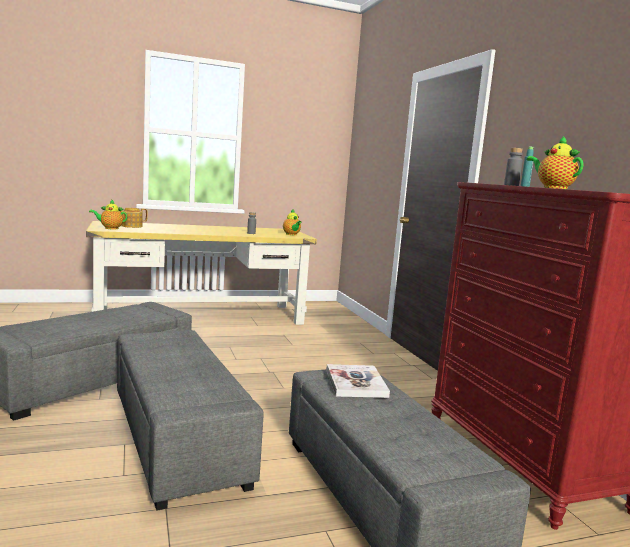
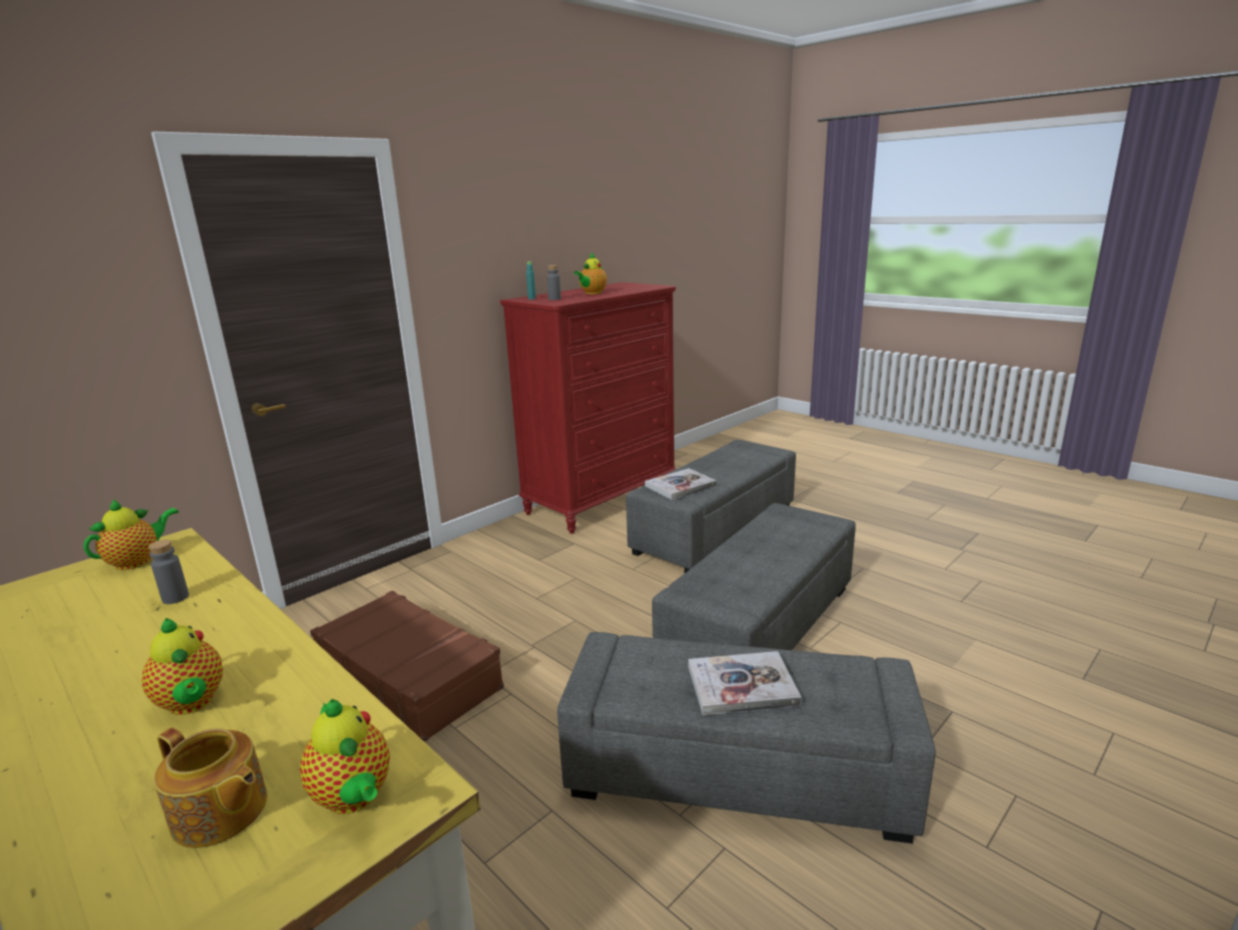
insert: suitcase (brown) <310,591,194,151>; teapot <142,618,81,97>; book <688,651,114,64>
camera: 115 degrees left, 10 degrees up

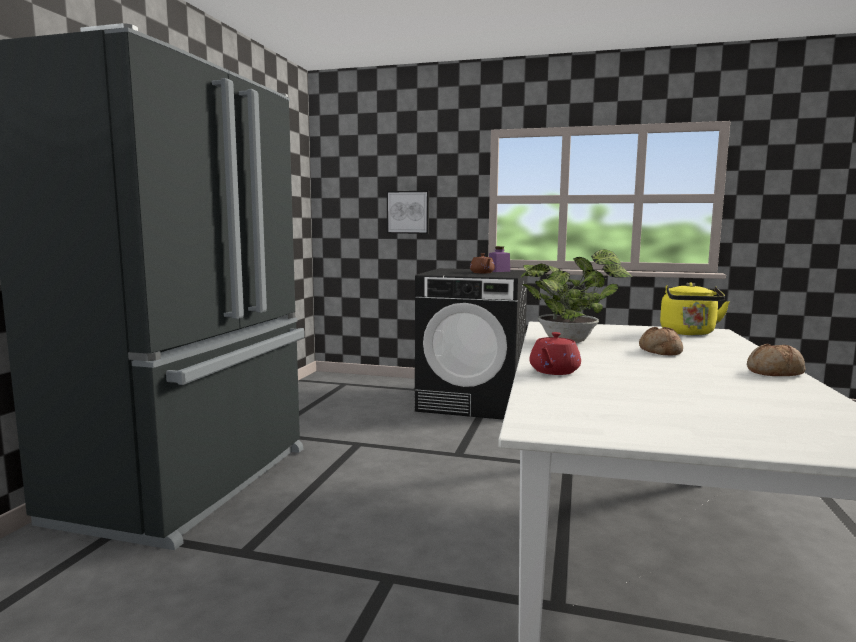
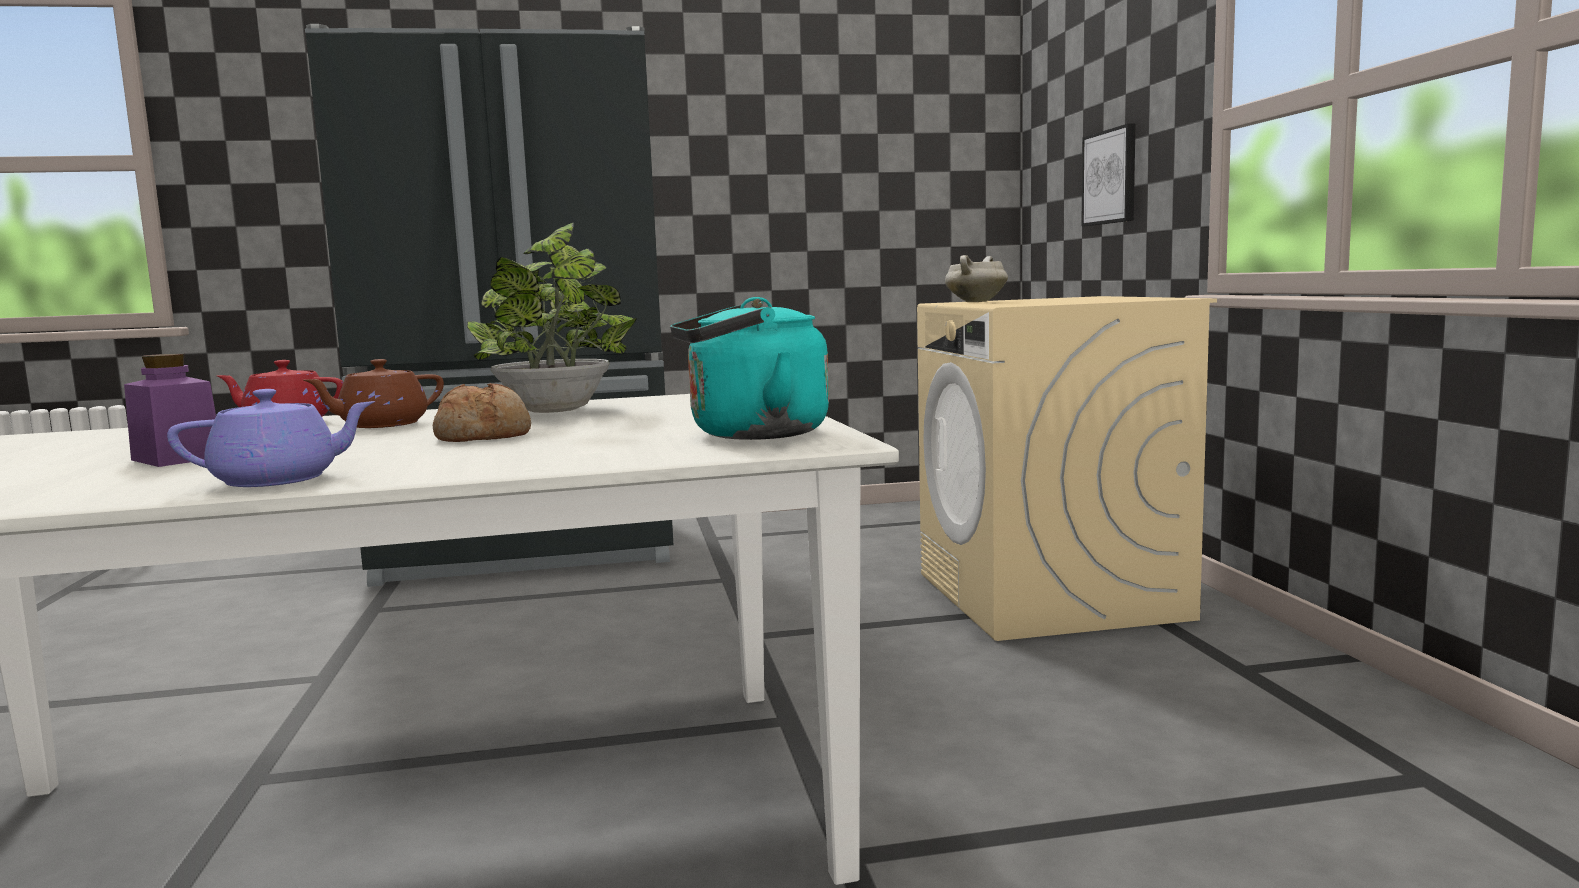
insert: cooking pot (white) <945,255,63,47>
move: jar (purple) <489,246,21,26> to <124,353,92,114>; teapot (brown) <470,253,25,20> to <303,359,141,69>
replace: bread <747,344,58,32> to teapot (purple) <167,389,209,98>
recolor: washing machine (black) <415,268,113,152> to washing machine (beige) <917,296,300,345>; kettle (yellow) <660,282,70,53> to kettle (turquoise) <670,297,159,143>
camera: 65 degrees right, 0 degrees up

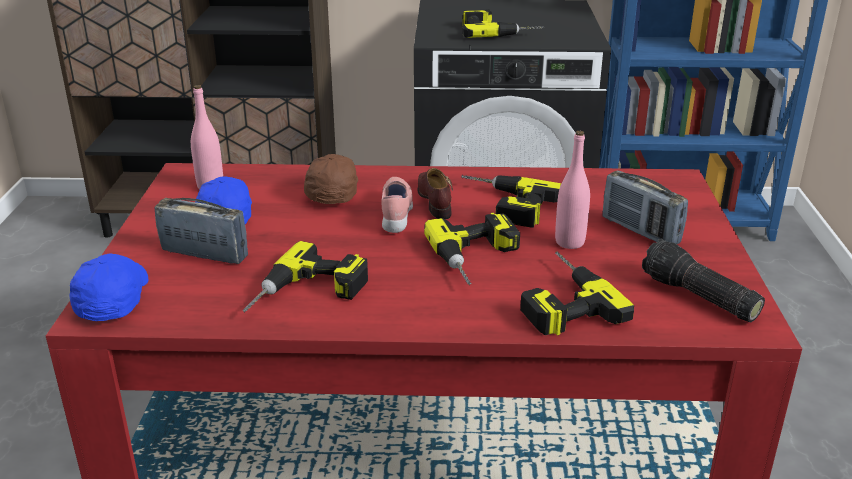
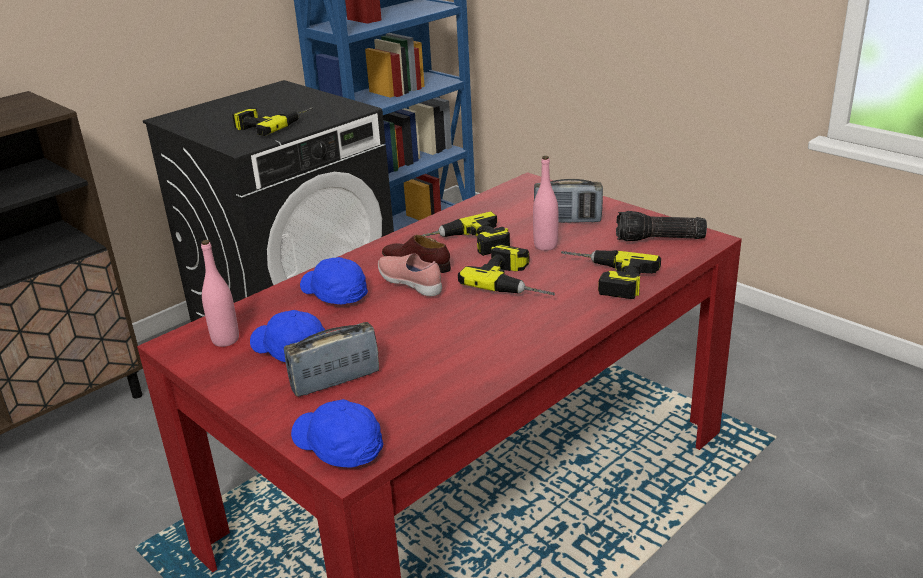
delete: power drill <243,241,125,71>
recolor: cap (brown) <304,154,54,50> to cap (blue) <300,257,68,47>
camera: 45 degrees left, 0 degrees up

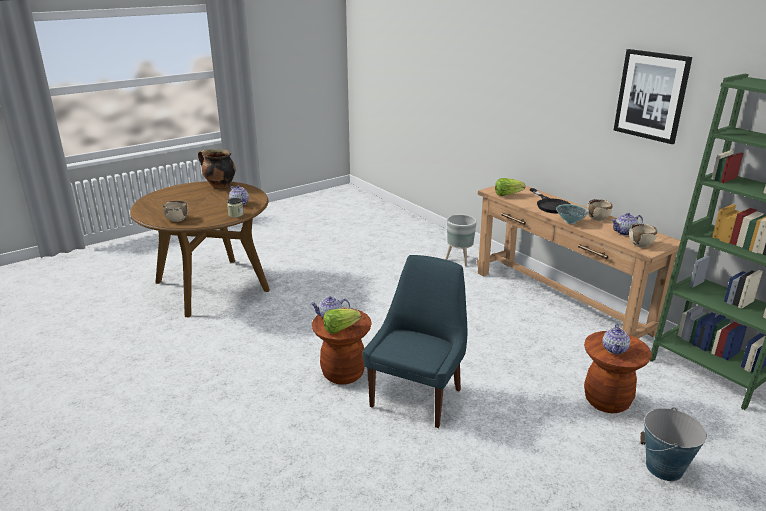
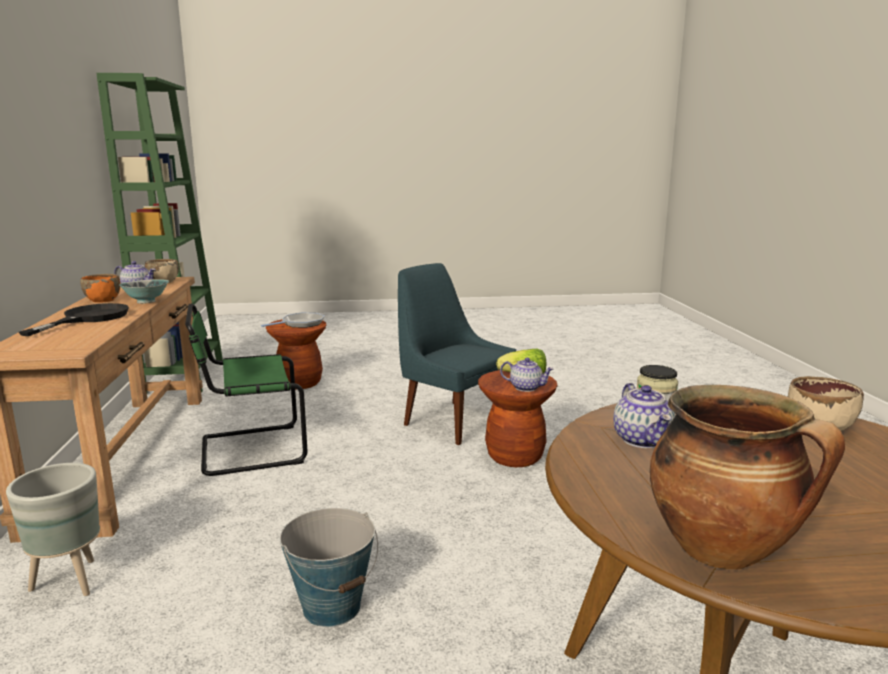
delete: picture <614,49,78,95>; lettuce <495,178,30,18>
insert: chair (green) <185,303,122,173>
move: bucket <640,407,67,74> to <280,508,98,119>
replace: teapot <603,324,27,30> to frying pan <261,313,64,15>
recolor: bowl (beige) <587,199,25,22> to bowl (orange) <80,274,40,29>
rotate: chair (blue) <363,255,104,173> = <398,263,118,182> 75 degrees clockwise
camera: 150 degrees left, 10 degrees down

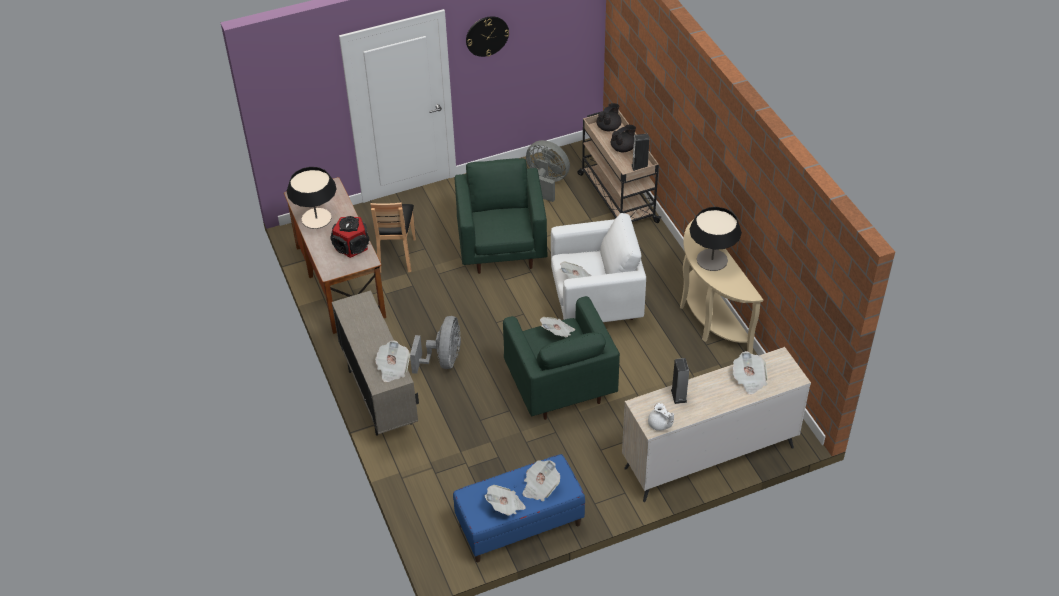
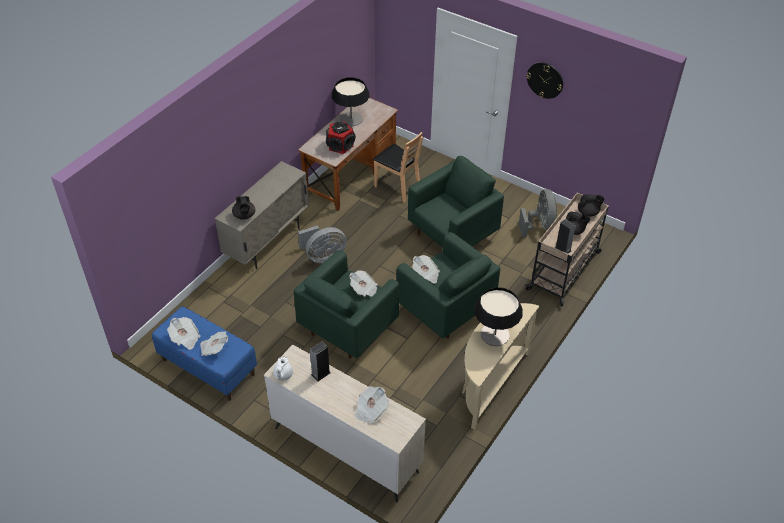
replace: newspaper <375,341,35,41> to teapot (black) <232,196,23,24>
recolor: armchair (white) <551,213,95,109> to armchair (green) <396,232,104,107>
rotate: chair (brown) <371,202,45,71> = <373,132,50,70> 105 degrees counterclockwise
camera: 55 degrees right, 0 degrees up

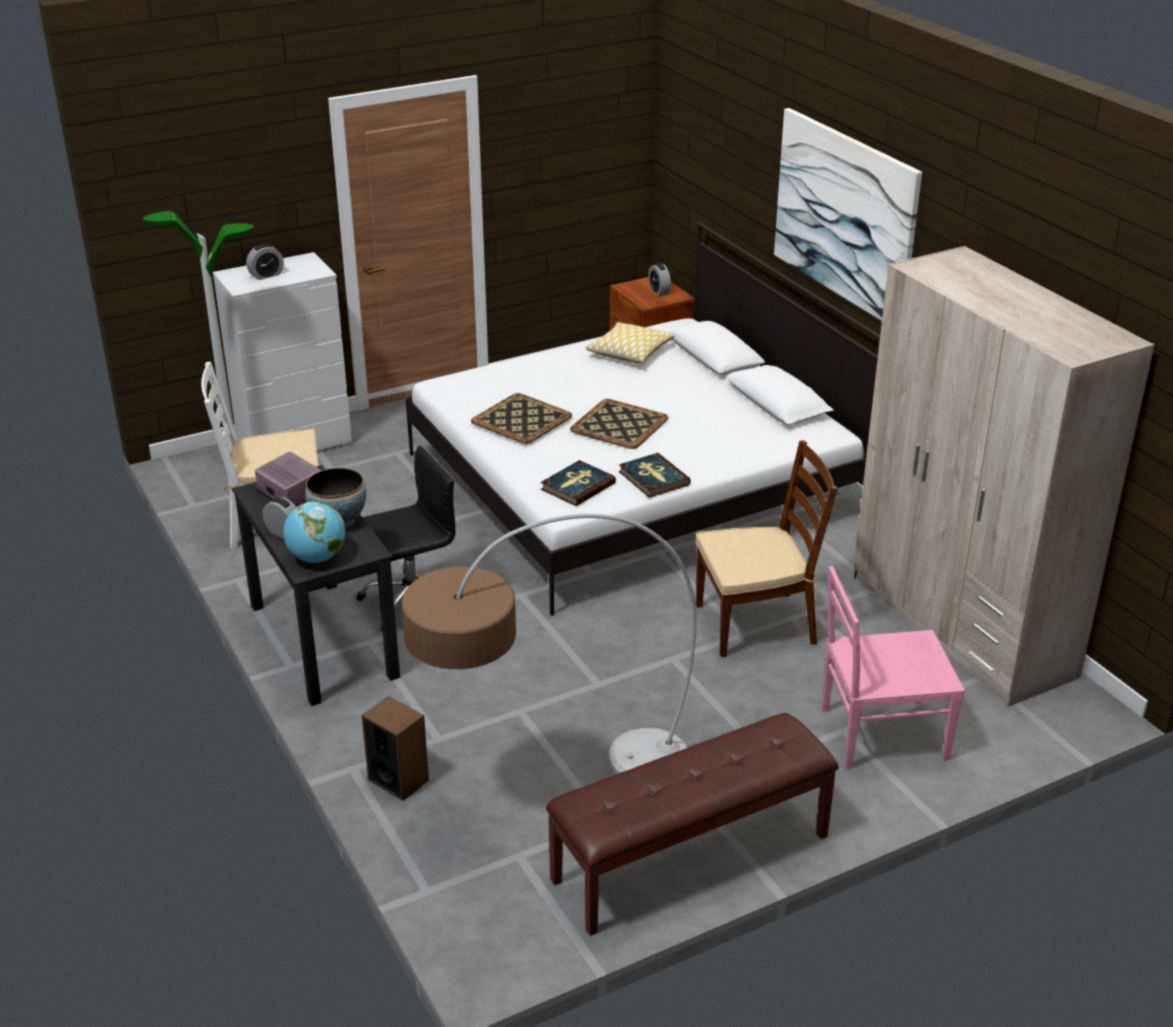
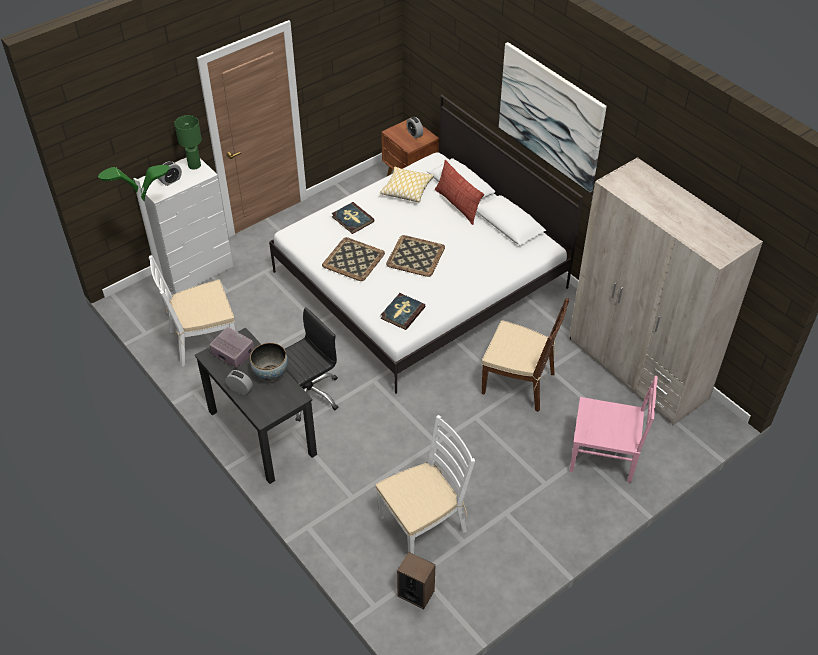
delete: globe <283,501,62,62>; bench (brown) <546,713,293,223>
insert: table lamp (green) <174,115,28,55>; pillow <435,160,49,65>
move: book <619,453,72,45> to <332,202,42,32>; speaker <361,696,68,105> to <397,552,39,57>
replace: floor lamp <402,514,294,260> to chair (white) <376,415,99,139>
rotate: chair (brown) <695,440,142,217> = <482,298,87,114> 45 degrees clockwise; chair (pink) <822,566,143,203> = <570,376,88,107> 150 degrees counterclockwise
camera: 10 degrees left, 15 degrees up

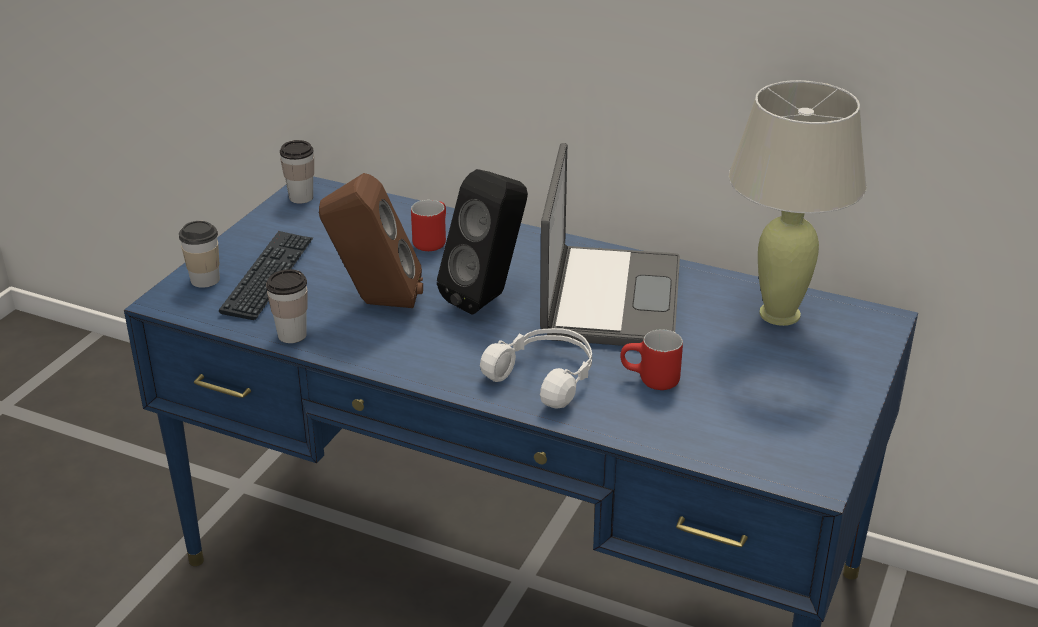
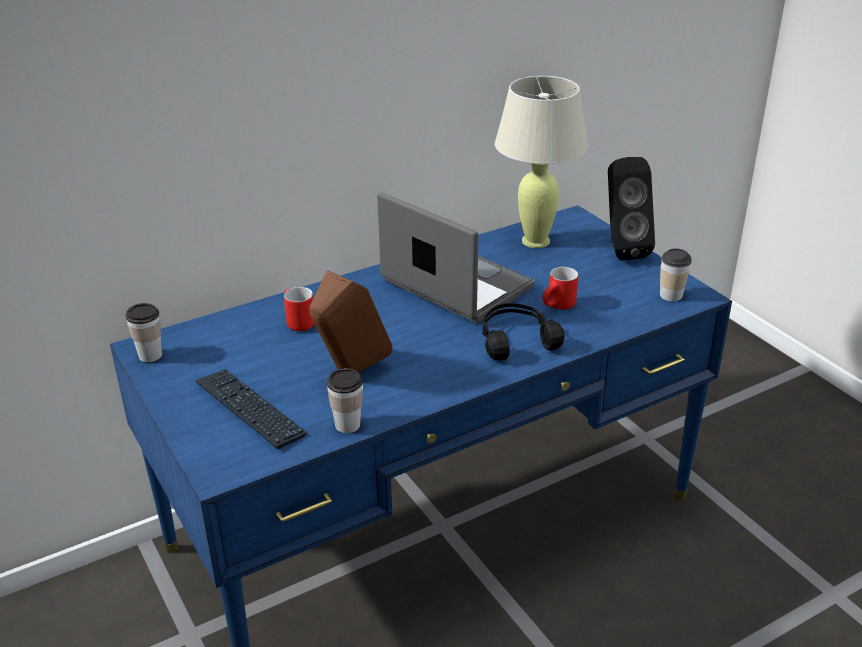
move: speaker (black) <437,169,91,146> to <608,157,47,104>; cup <179,221,41,67> to <660,248,32,53>
recolor: headphones (white) <480,328,112,81> to headphones (black) <483,303,82,57>
camera: 55 degrees left, 0 degrees up

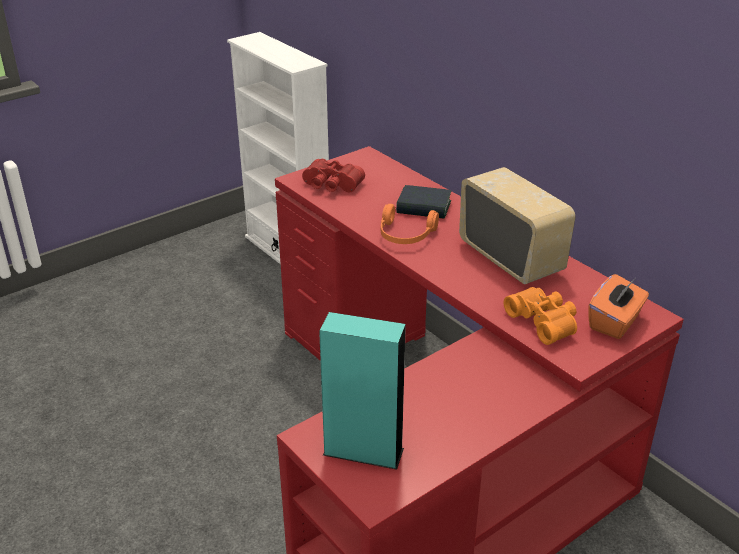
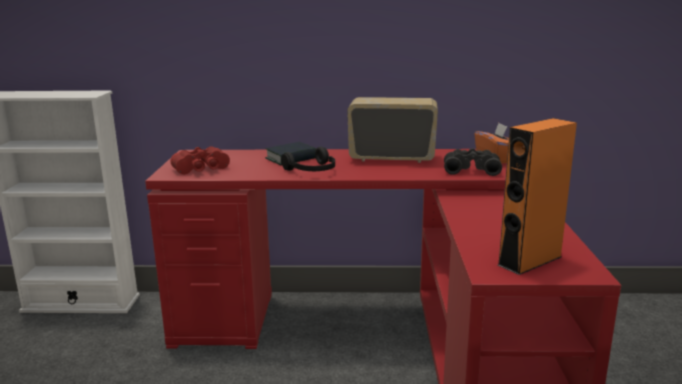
recolor: headphones (orange) <381,204,58,40> to headphones (black) <281,147,54,24>; binoculars (orange) <504,287,73,58> to binoculars (black) <444,148,58,28>; speaker (turquoise) <319,312,87,158> to speaker (orange) <498,118,79,157>
camera: 50 degrees left, 15 degrees down

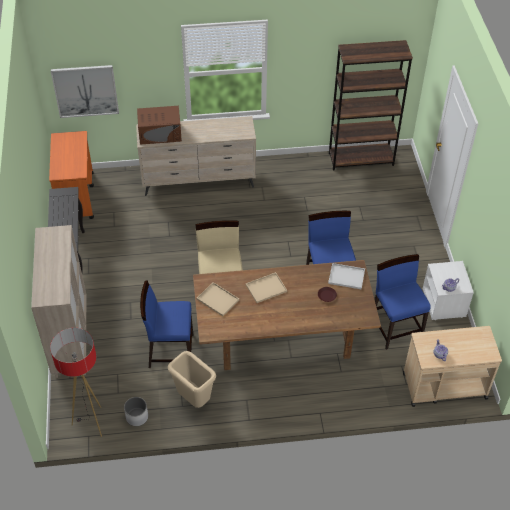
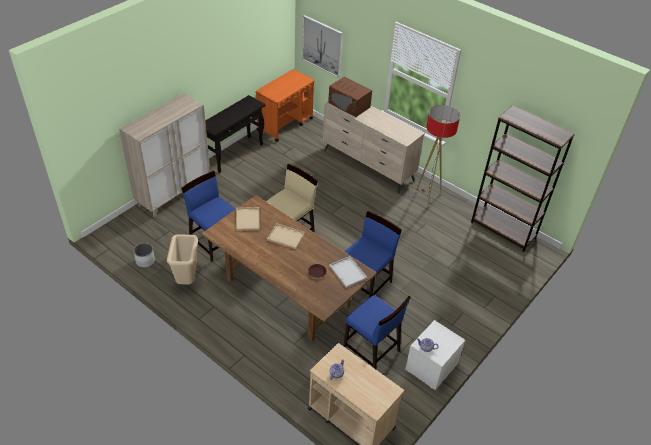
move: floor lamp <50,328,52,109> to <416,105,44,101>
rotate: chair (blue) <374,254,57,96> = <344,295,67,74> 105 degrees clockwise
camera: 45 degrees right, 5 degrees down

